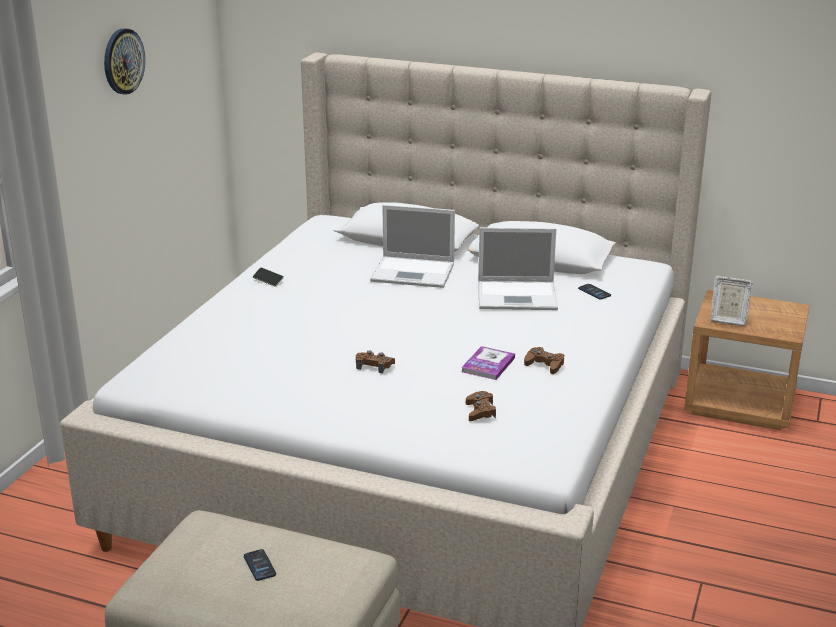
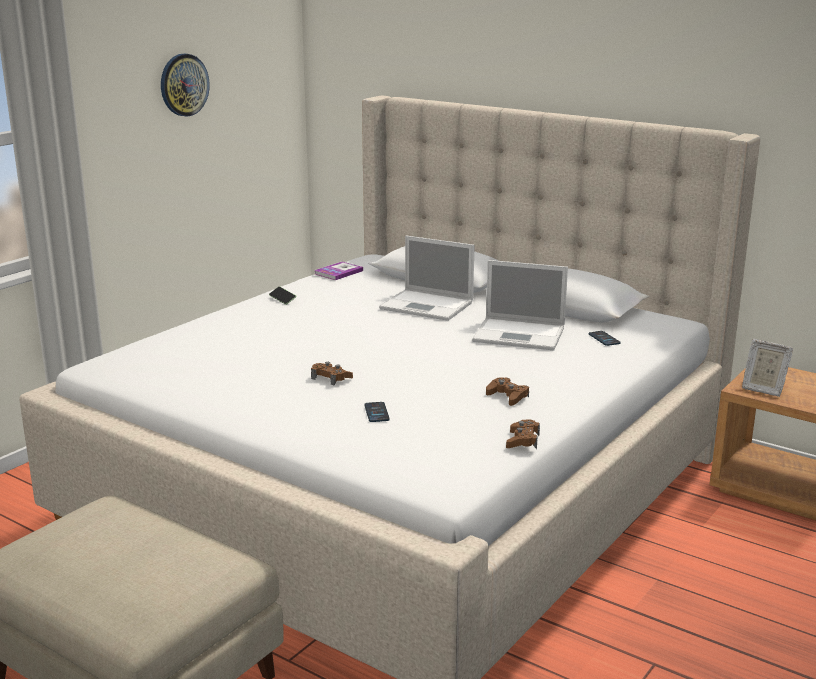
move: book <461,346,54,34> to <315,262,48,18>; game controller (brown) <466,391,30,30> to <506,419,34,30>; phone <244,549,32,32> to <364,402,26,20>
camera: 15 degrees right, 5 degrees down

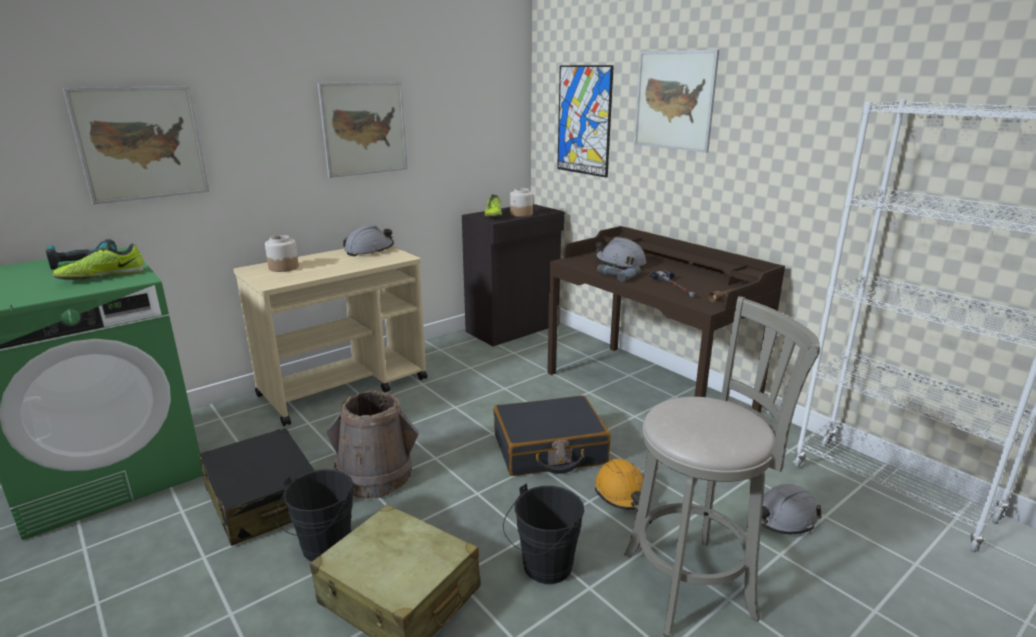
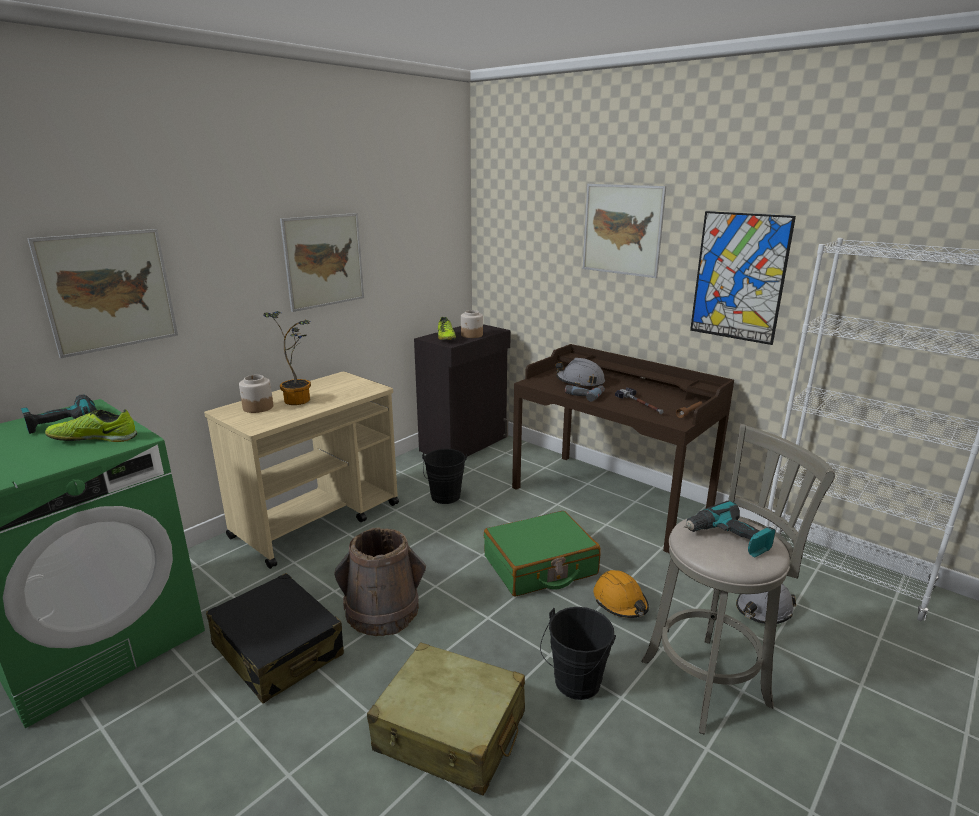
delete: hard hat (grey) <343,224,51,33>
insert: potted plant <263,311,48,94>; power drill <684,501,91,56>
move: picture <557,65,57,113> to <690,211,106,134>; bucket (black) <276,469,77,93> to <422,449,45,55>
recolor: suitcase (black) <493,395,117,81> to suitcase (green) <484,511,117,86>
rotate: shoe <53,243,92,37> = <45,409,92,33> 45 degrees clockwise
camera: 10 degrees left, 0 degrees up

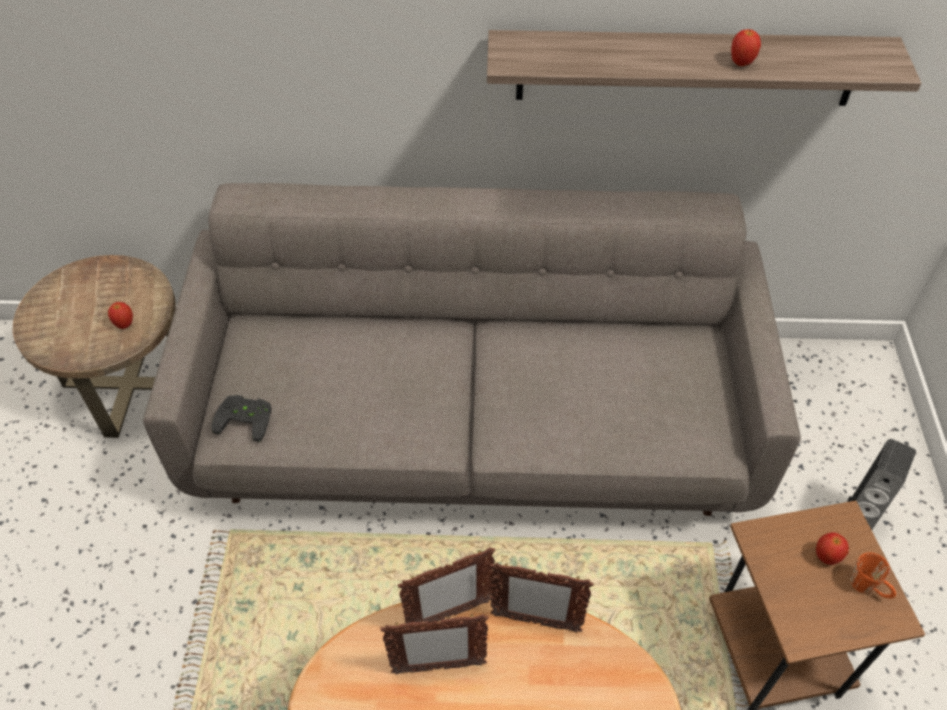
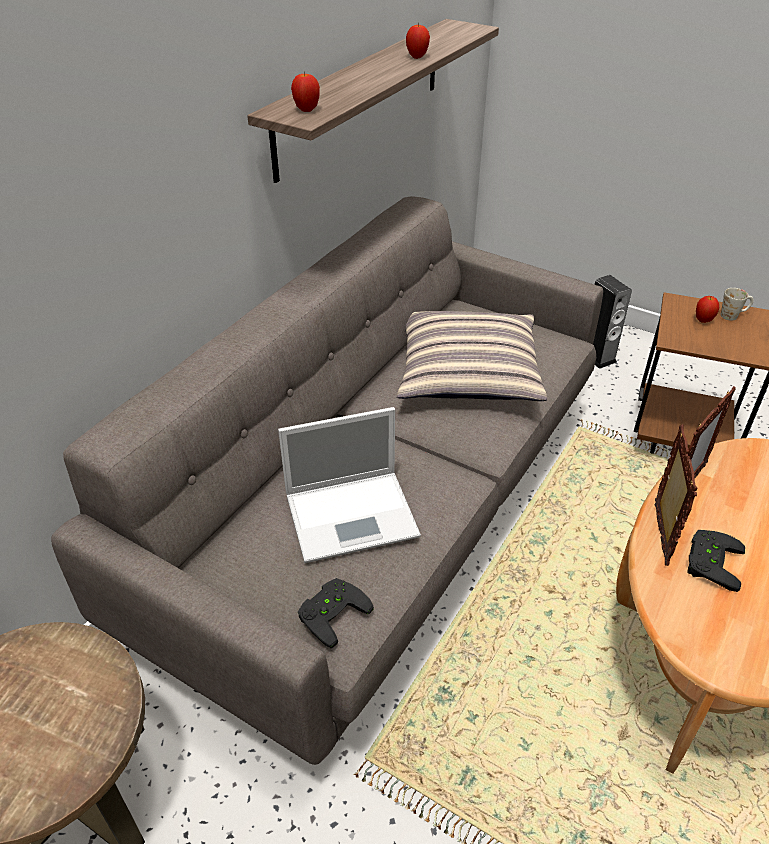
insert: pillow <397,311,150,90>; laptop <278,407,143,156>
move: apple <108,302,25,27> to <291,71,29,41>
replace: picture frame <380,614,109,60> to game controller (black) <687,530,58,62>
recolor: mug (orange) <851,552,45,47> to mug (white) <721,288,33,33>
camera: 60 degrees left, 10 degrees down

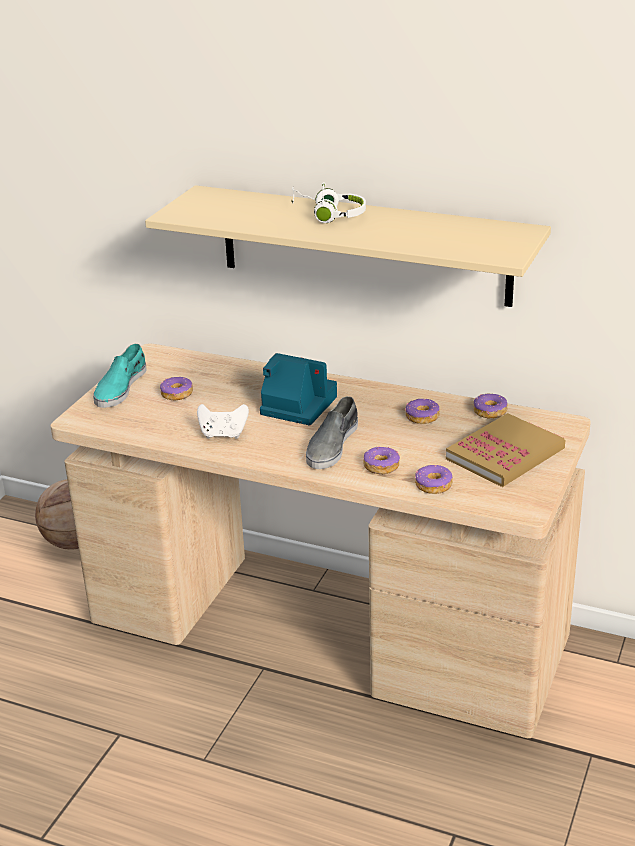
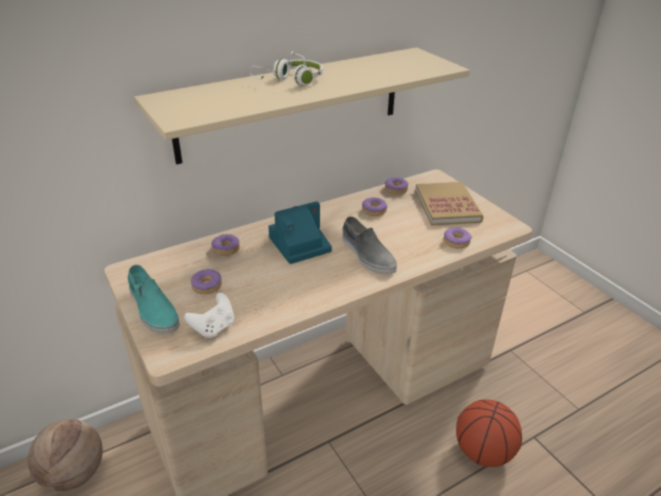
insert: basketball <456,400,66,67>
move: game controller (white) <197,404,52,35> to <184,293,50,46>; donut <363,446,37,28> to <211,234,29,22>
camera: 55 degrees left, 5 degrees up

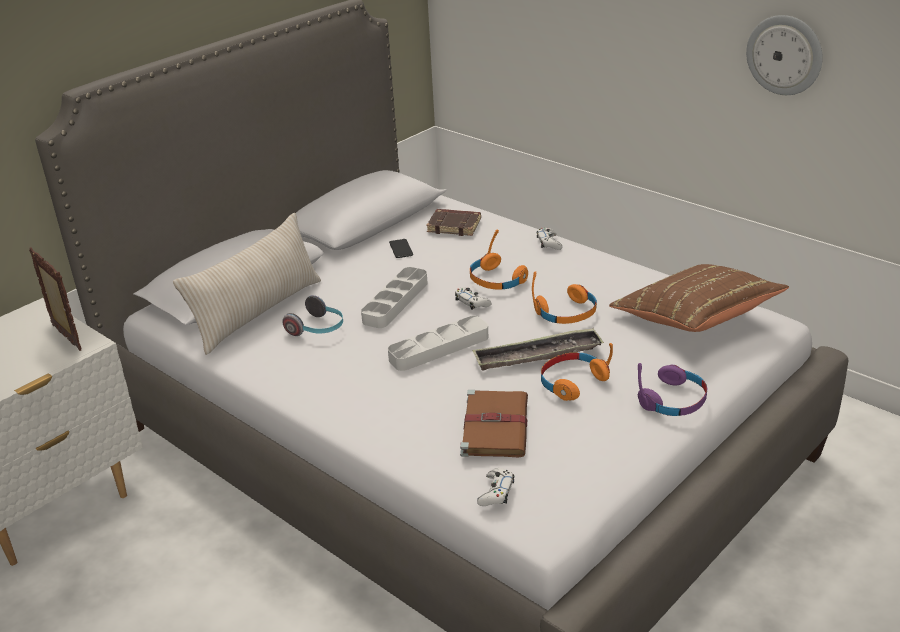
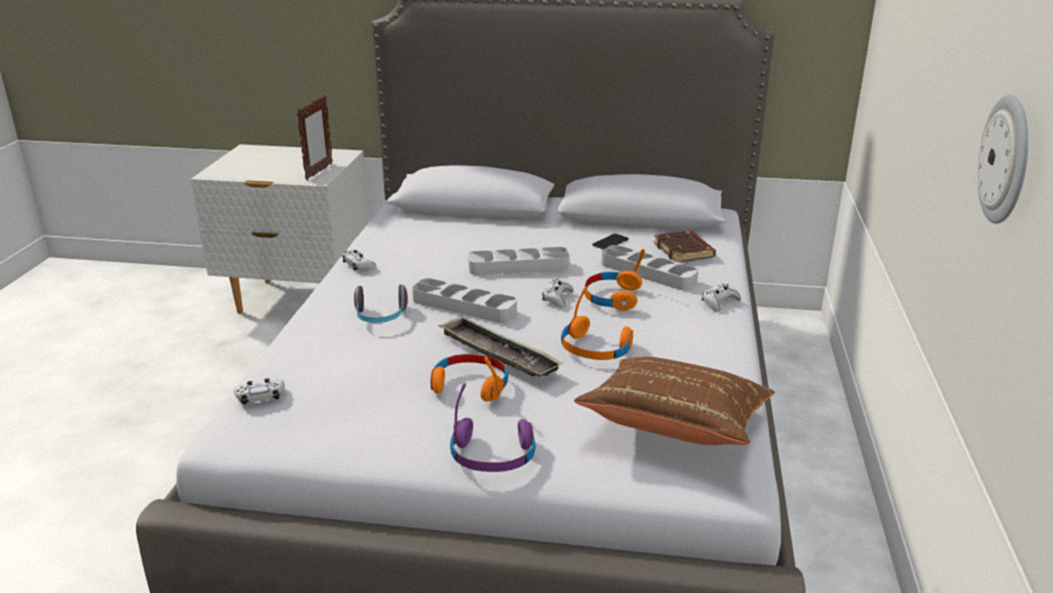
delete: pillow (beige) <173,213,148,142>; book (brown) <460,390,68,68>
insert: tray (grey) <601,245,97,45>; game controller (white) <342,250,35,21>
move: headphones <282,295,61,41> to <354,285,54,38>
camera: 55 degrees right, 5 degrees down

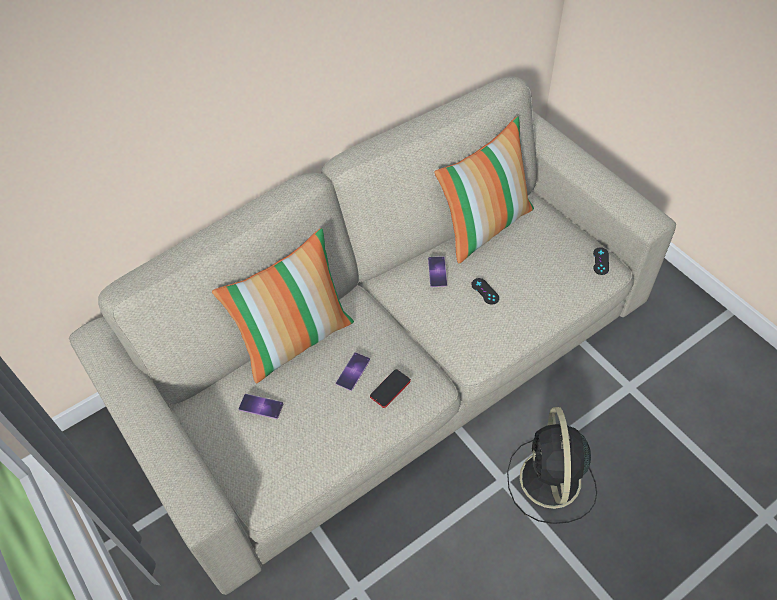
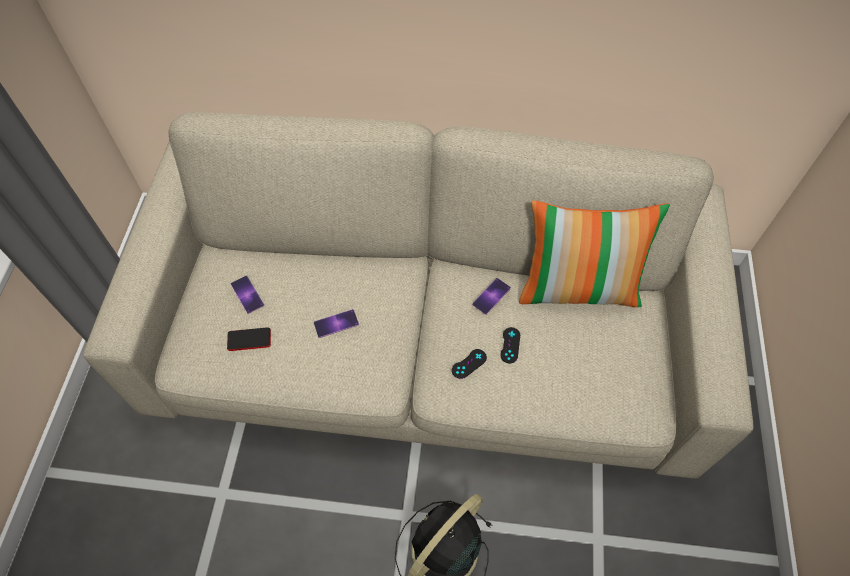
delete: pillow <212,228,142,155>
move: game controller (black) <593,247,16,28> to <452,349,35,30>; phone <370,369,41,39> to <227,327,44,24>
camera: 40 degrees right, 5 degrees up

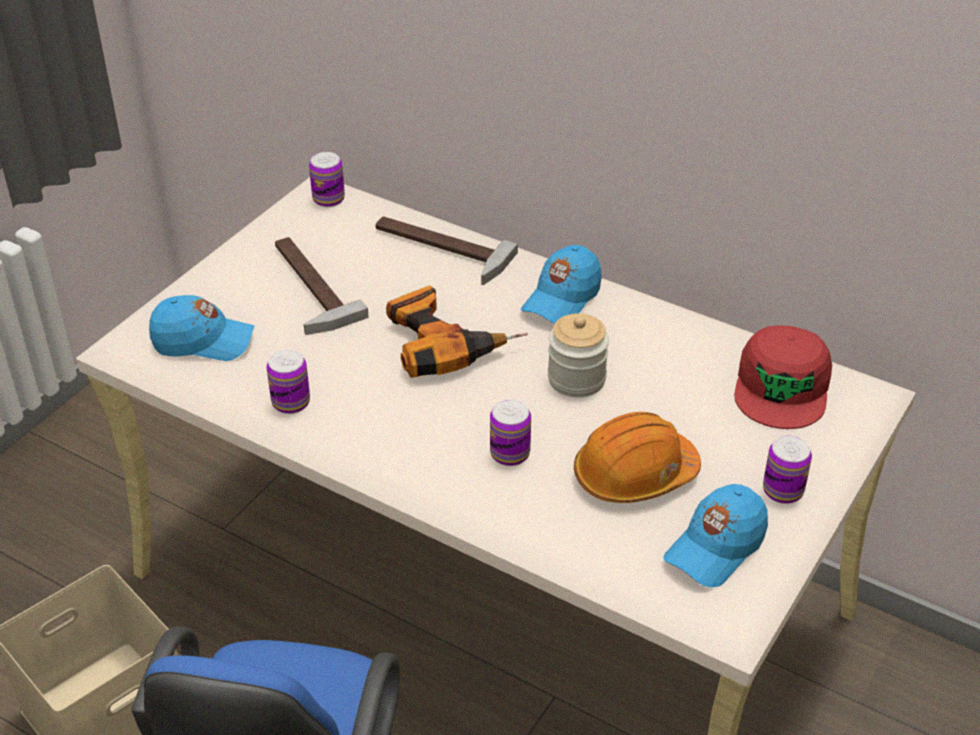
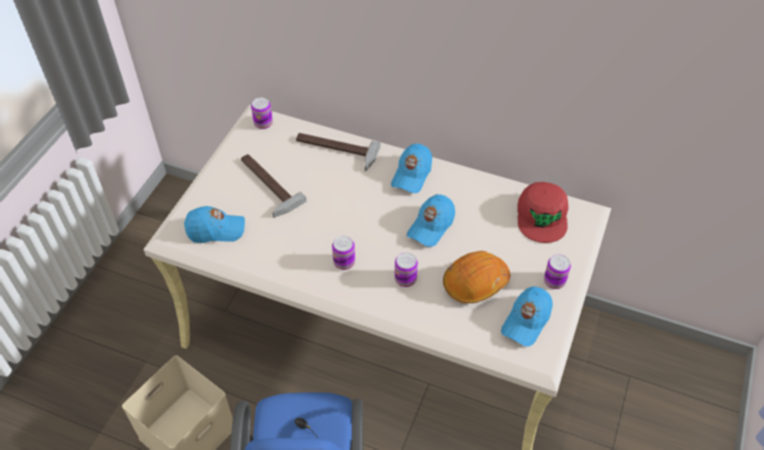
delete: power drill <386,285,142,93>
move: can <267,350,43,64> to <332,236,23,34>
replace: jar <548,313,61,84> to cap (blue) <407,194,48,53>
camera: 10 degrees left, 10 degrees up

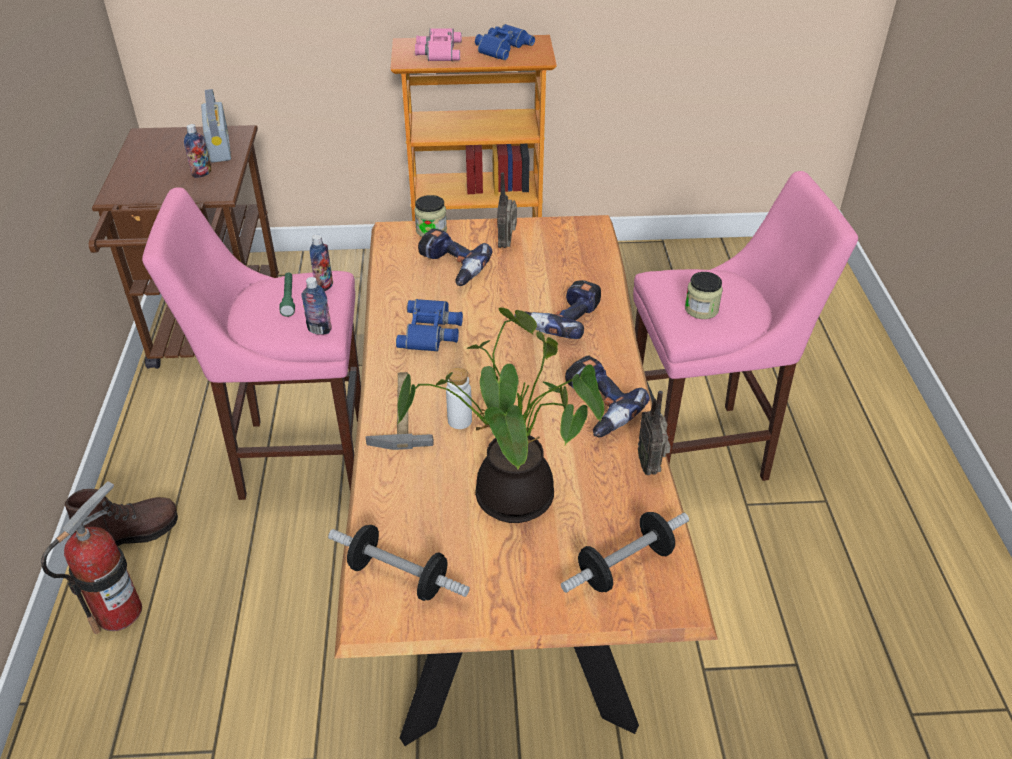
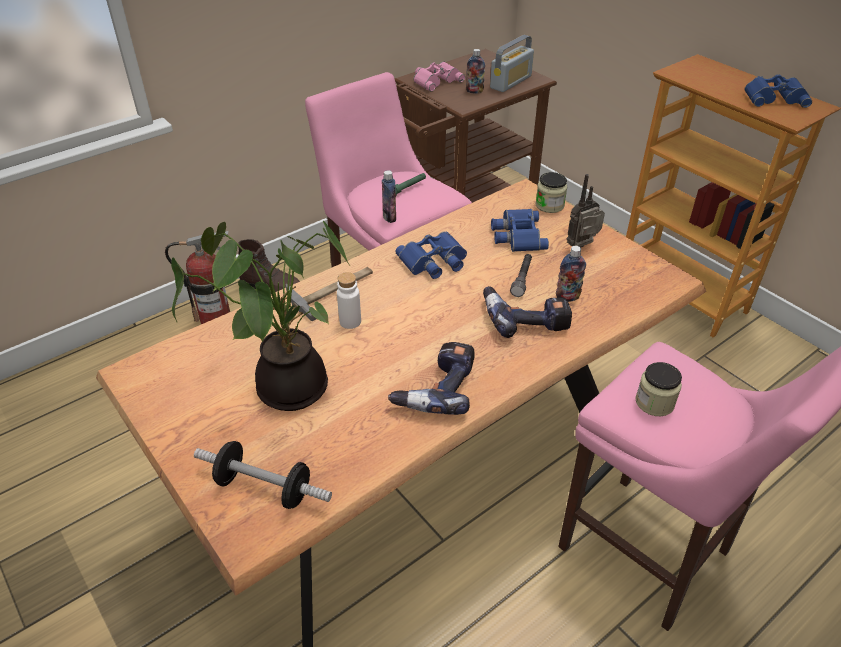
delete: radio <638,391,33,84>; dumbbell <328,525,142,76>
insert: flashlight (grey) <510,254,22,43>
move: binoculars (pink) <415,28,47,33> to <413,61,52,31>; bottle <310,234,23,57> to <556,246,30,56>
replace: power drill <418,228,75,58> to binoculars (blue) <491,209,58,43>
camera: 55 degrees right, 0 degrees up

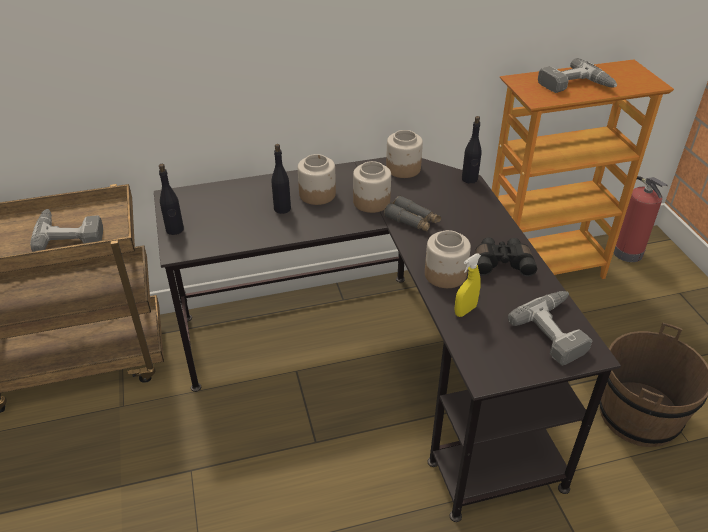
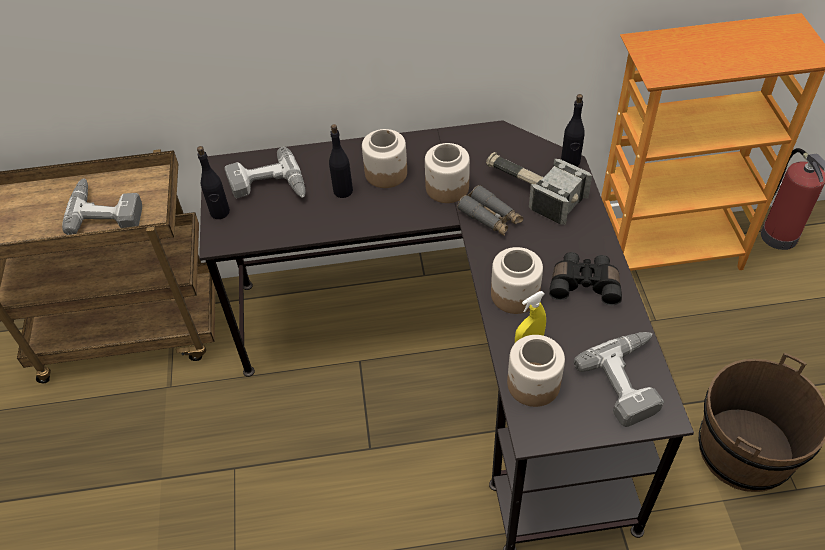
insert: hammer <486,152,106,73>
move: power drill <538,58,79,35> to <224,147,82,51>; jar <386,130,37,48> to <507,335,58,72>
camera: 10 degrees right, 10 degrees up

